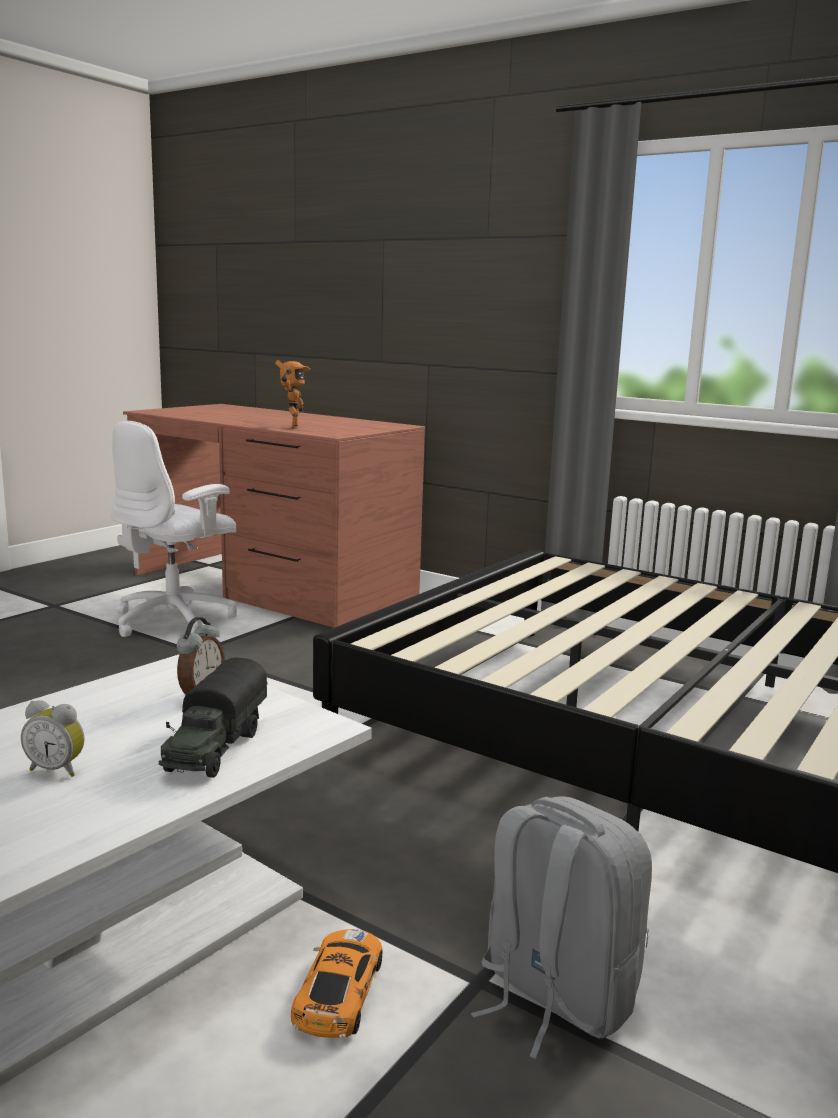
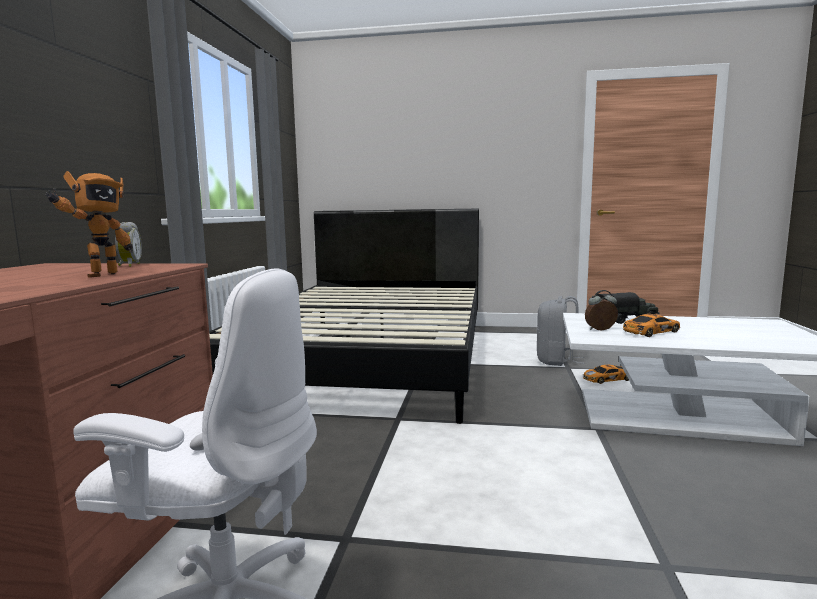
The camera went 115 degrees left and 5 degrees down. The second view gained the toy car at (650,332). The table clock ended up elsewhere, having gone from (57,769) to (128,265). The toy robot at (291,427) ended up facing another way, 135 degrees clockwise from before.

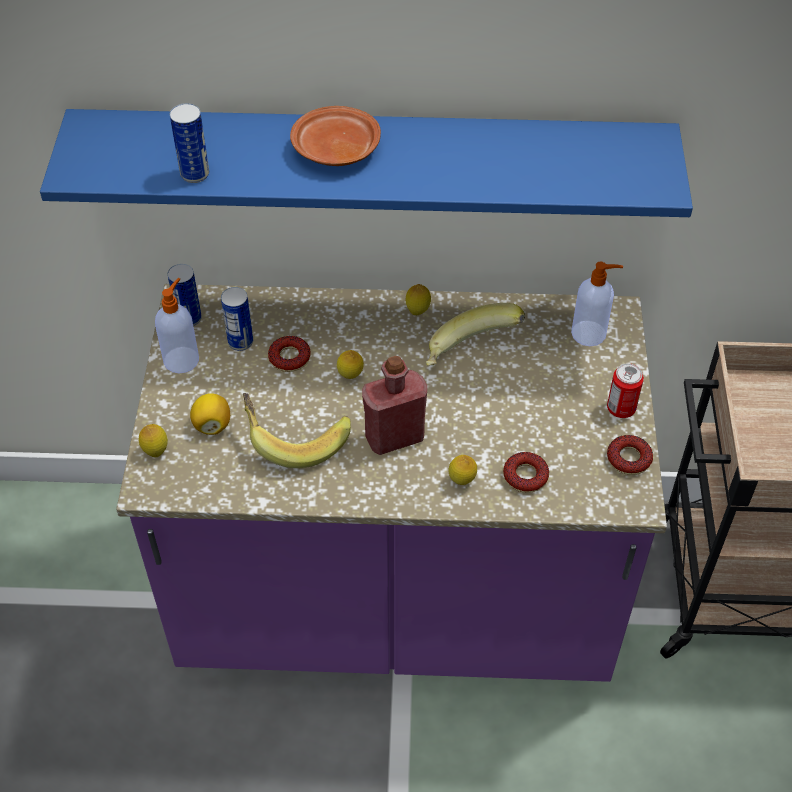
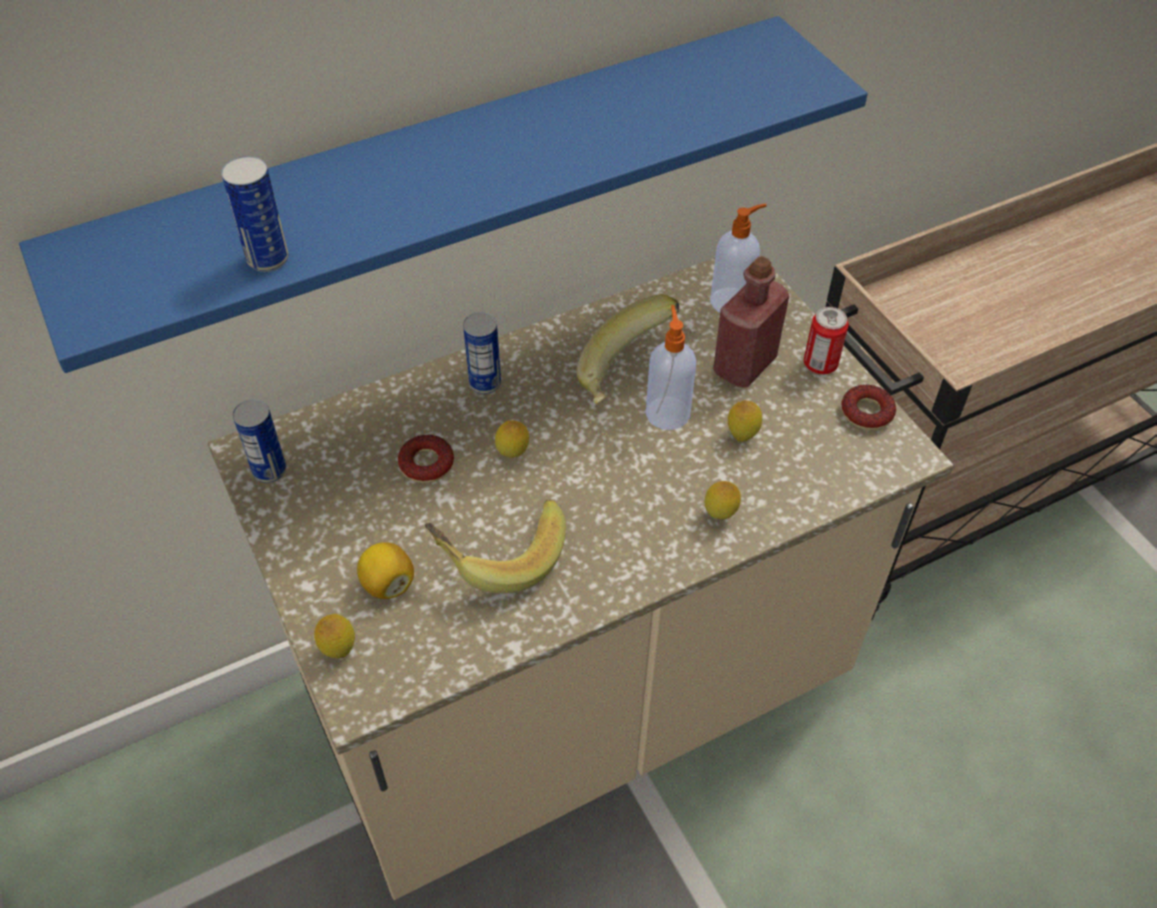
The camera went 30 degrees left and 0 degrees up. The second view lost the dinner plate in brown-coloured at (335,149). The second view lost the donut at (525,476). The soap bottle ended up elsewhere, having gone from (182,359) to (667,412). The can ended up elsewhere, having gone from (240,342) to (485,383). The drink bottle in reddish ended up elsewhere, having gone from (394,437) to (744,365). The citrus fruit ended up elsewhere, having gone from (418,311) to (742,435). What was the counter in purple at (396,599) turned into the counter in beige at (577,695).

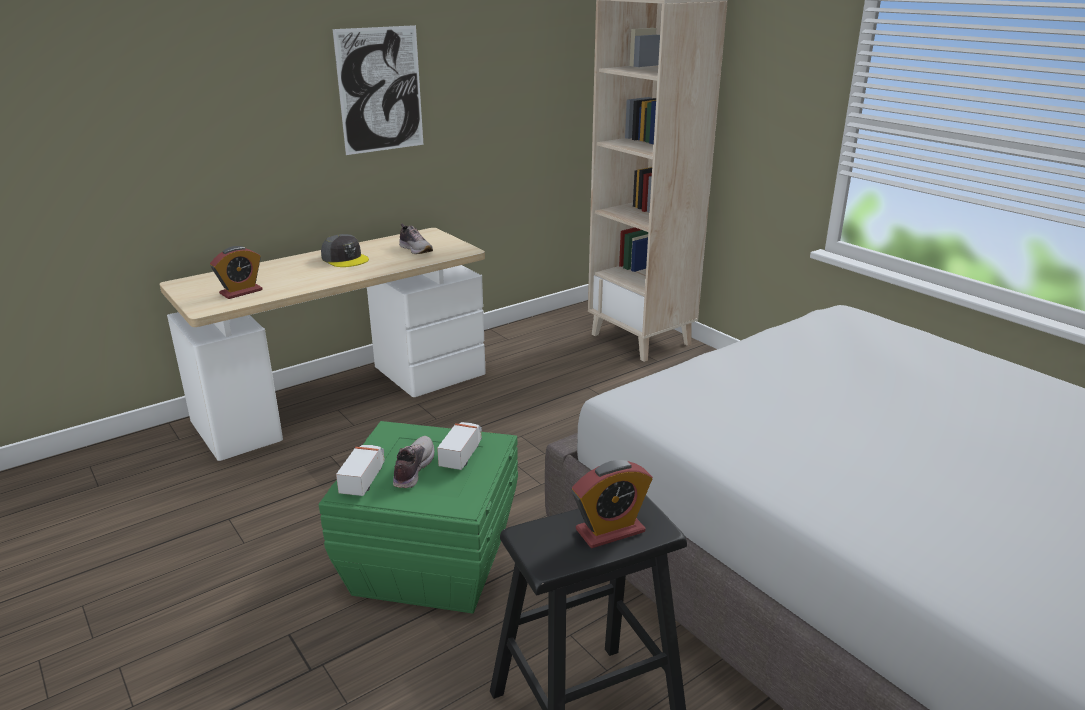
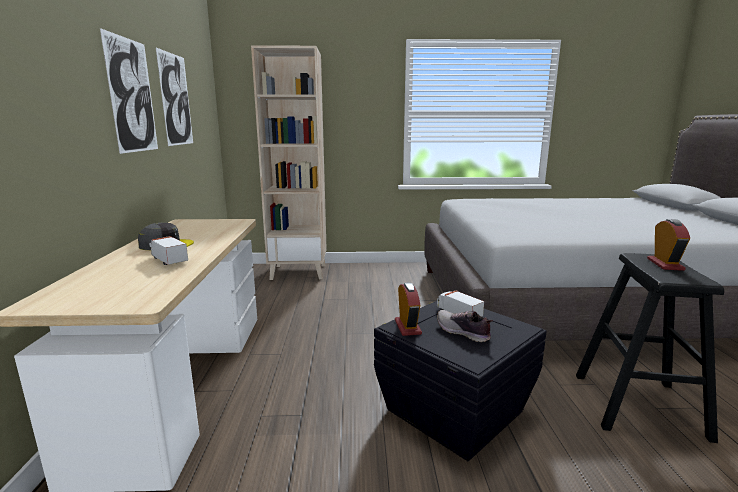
The camera went 55 degrees left and 10 degrees down. The second view lost the shoe at (416,250). The second view gained the wall art at (176,100). The table clock ended up elsewhere, having gone from (241,292) to (407,327). The model truck ended up elsewhere, having gone from (363,479) to (169,260). What was the storage box in greenish at (430,561) turned into the storage box in black at (453,410).

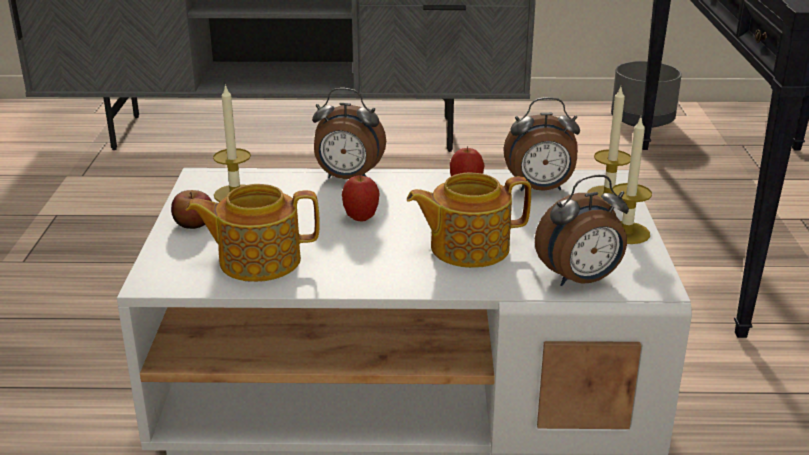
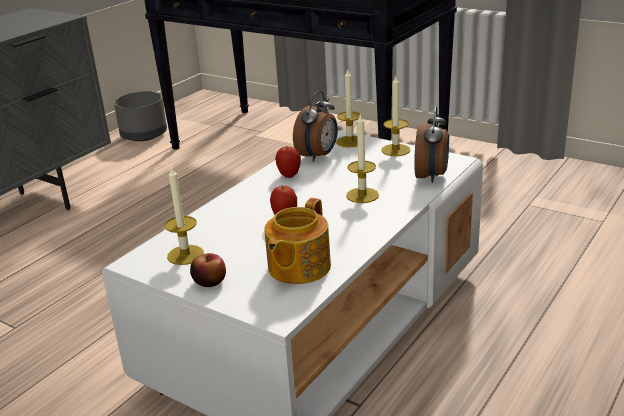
The camera went 55 degrees left and 0 degrees up. The second view lost the table clock at (348,178). Where the tea pot stood at (467,248), the candle came to stand at (362,195).

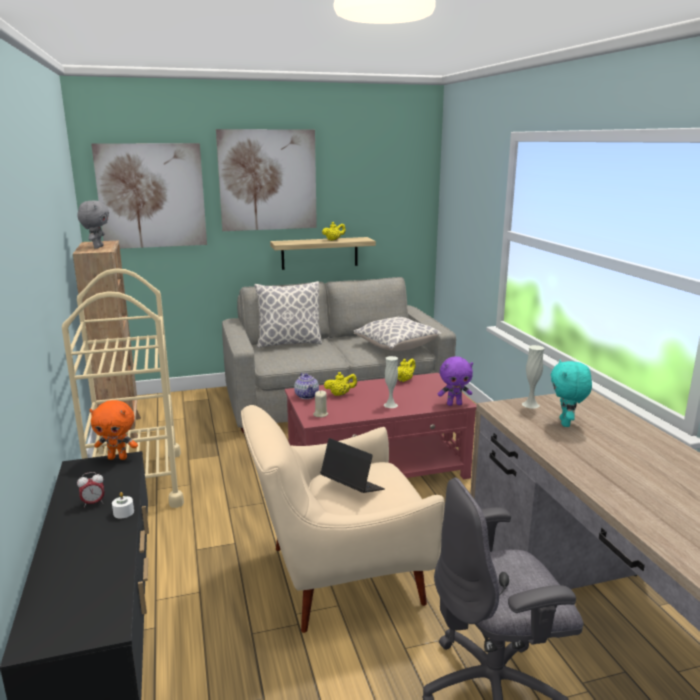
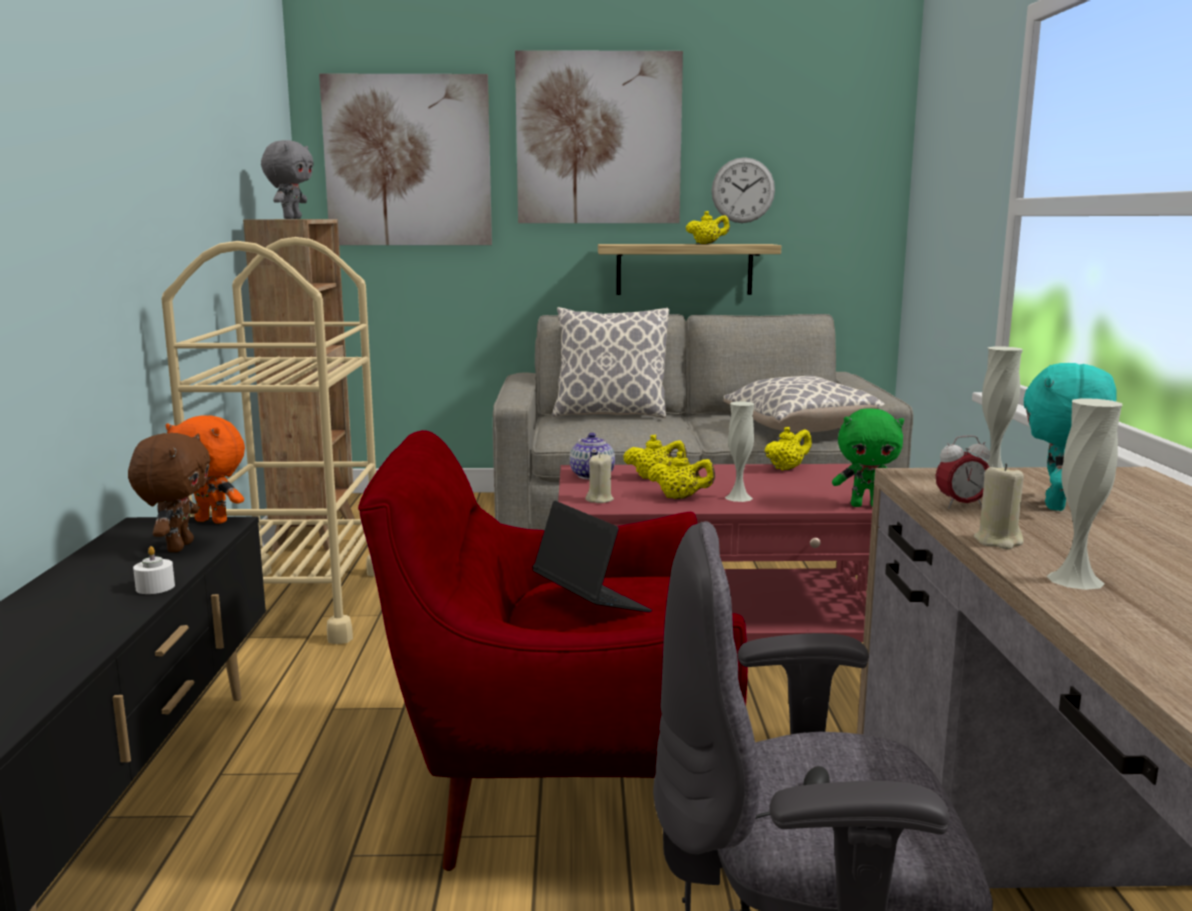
The camera went 15 degrees right and 5 degrees down. The second view gained the plush toy in brown-coloured at (178,547). The second view gained the tea pot in yellowish at (680,498). The second view gained the hanging clock at (743,190). The second view gained the candle in beige at (998,541). The second view gained the flower vase in whitish at (1075,580). The table clock ended up elsewhere, having gone from (93,503) to (961,506). What was the armchair in beige at (337,577) turned into the armchair in reddish at (558,788). What was the plush toy in purple at (454,404) turned into the plush toy in greenish at (866,505).

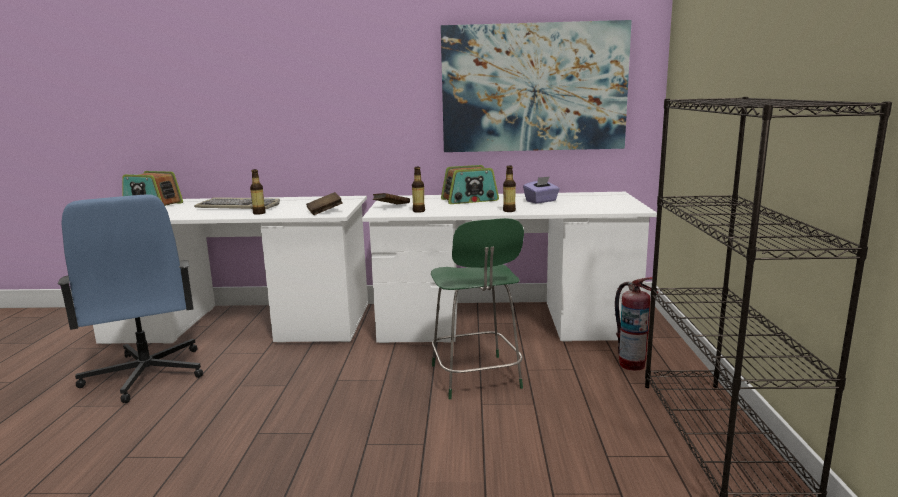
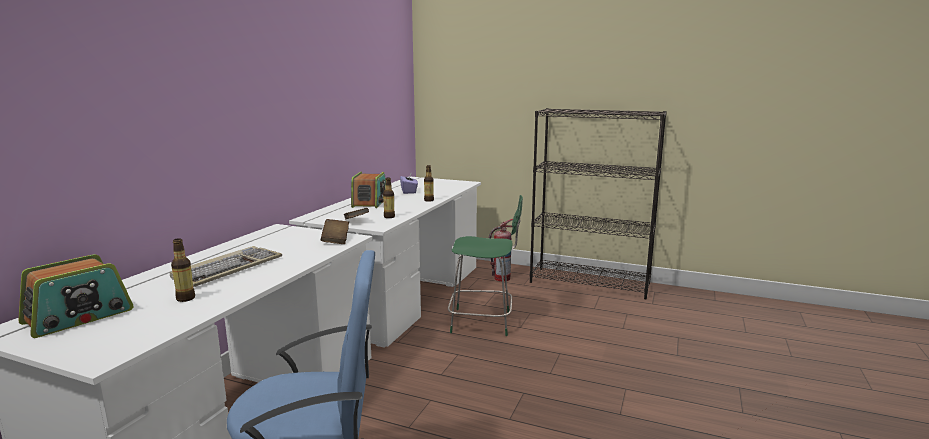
The camera went 70 degrees left and 0 degrees up. The second view lost the wall art at (534,88). The drink bottle ended up elsewhere, having gone from (259,213) to (185,298).

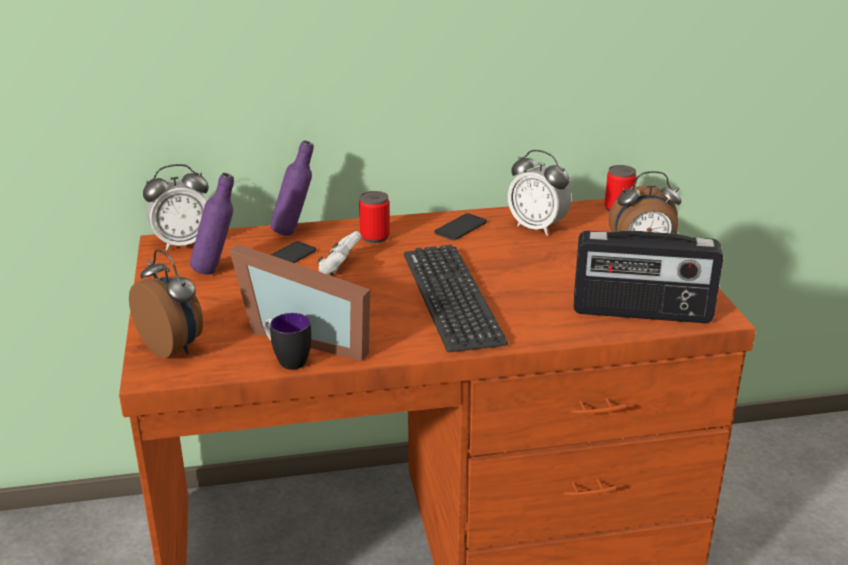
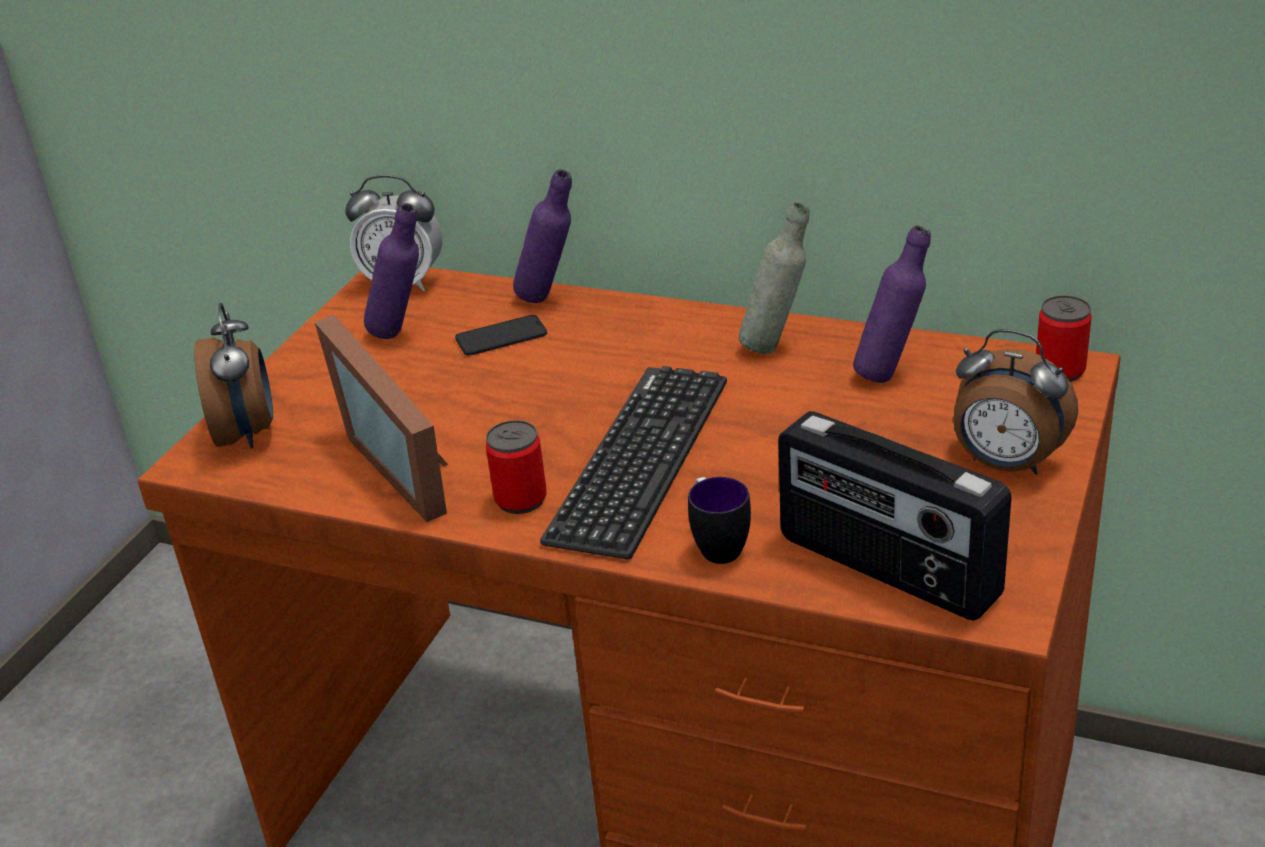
The camera went 35 degrees right and 5 degrees up. The second view lost the game controller in whitish at (339,268). The tea mug ended up elsewhere, having gone from (287,360) to (717,545). The can ended up elsewhere, having gone from (375,237) to (521,499). Where the phone stood at (460,227), the drink bottle in gray came to stand at (775,346). Where the table clock stood at (537,227), the drink bottle in purple came to stand at (890,373).

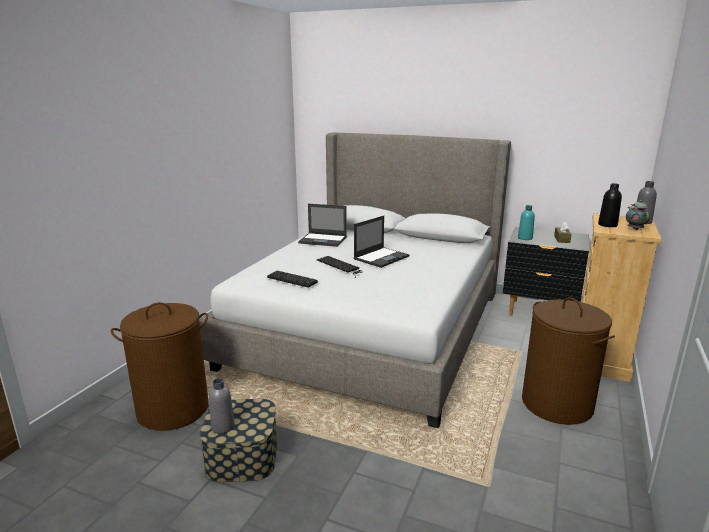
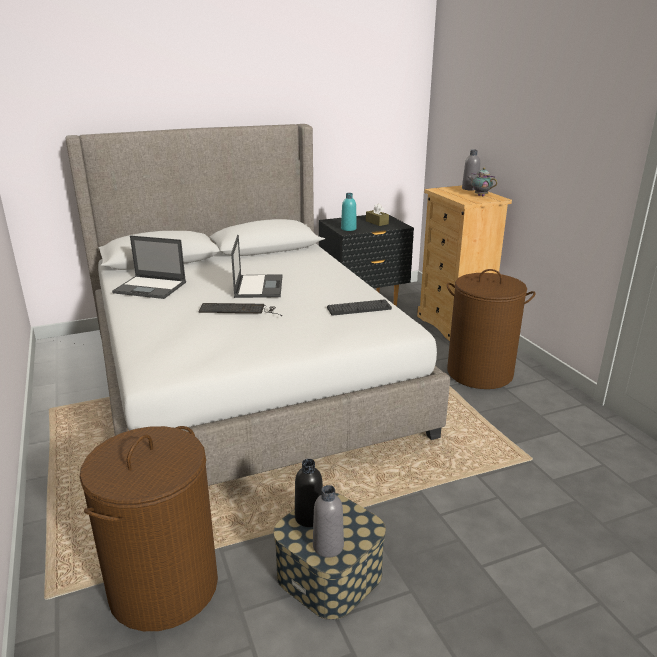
The camera went 45 degrees left and 5 degrees up. The keyboard ended up elsewhere, having gone from (292,279) to (359,308). The drink bottle in black ended up elsewhere, having gone from (607,225) to (309,517). The notebook computer at (323,240) ended up facing another way, 45 degrees clockwise from before.

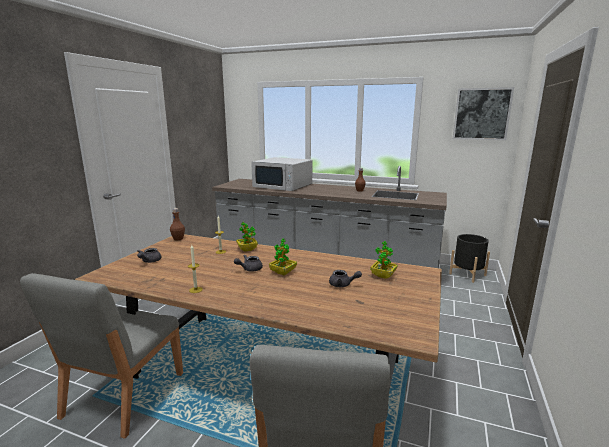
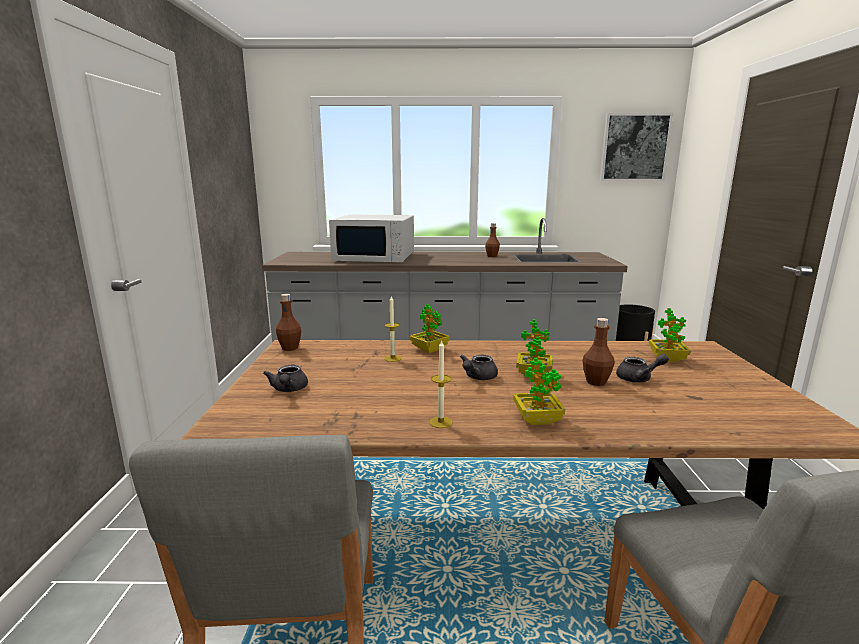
The camera went 20 degrees left and 0 degrees up. The second view gained the plant in a pot at (537,420). The second view gained the drink bottle in brown-coloured at (596,382).

